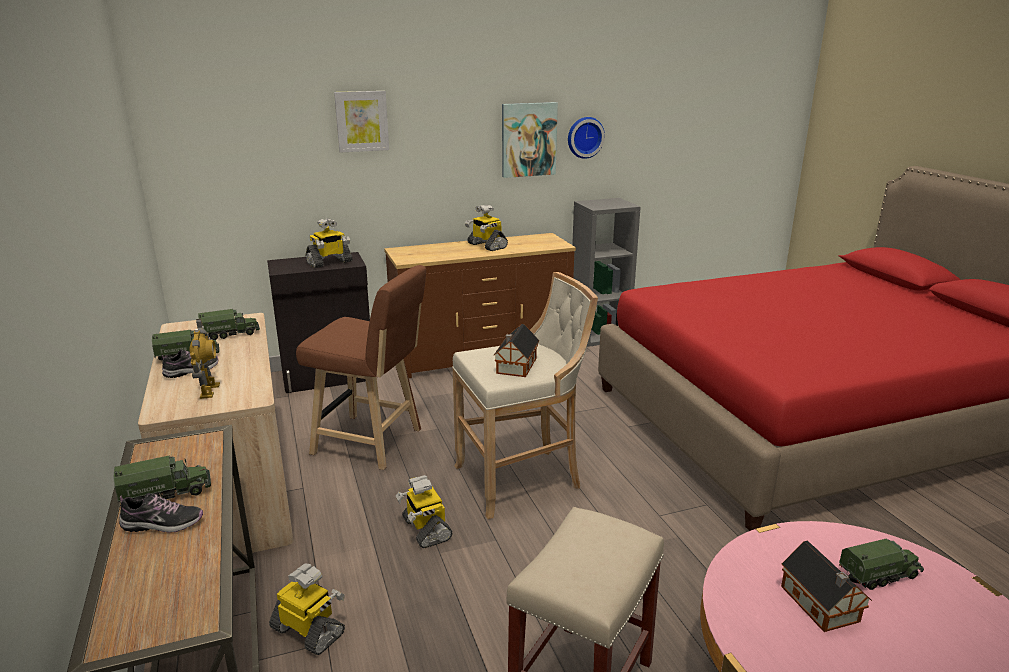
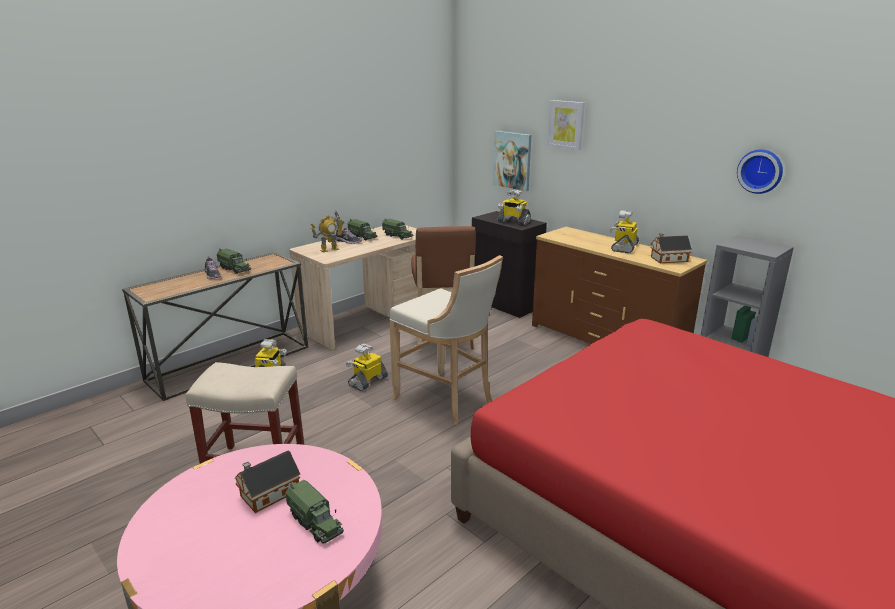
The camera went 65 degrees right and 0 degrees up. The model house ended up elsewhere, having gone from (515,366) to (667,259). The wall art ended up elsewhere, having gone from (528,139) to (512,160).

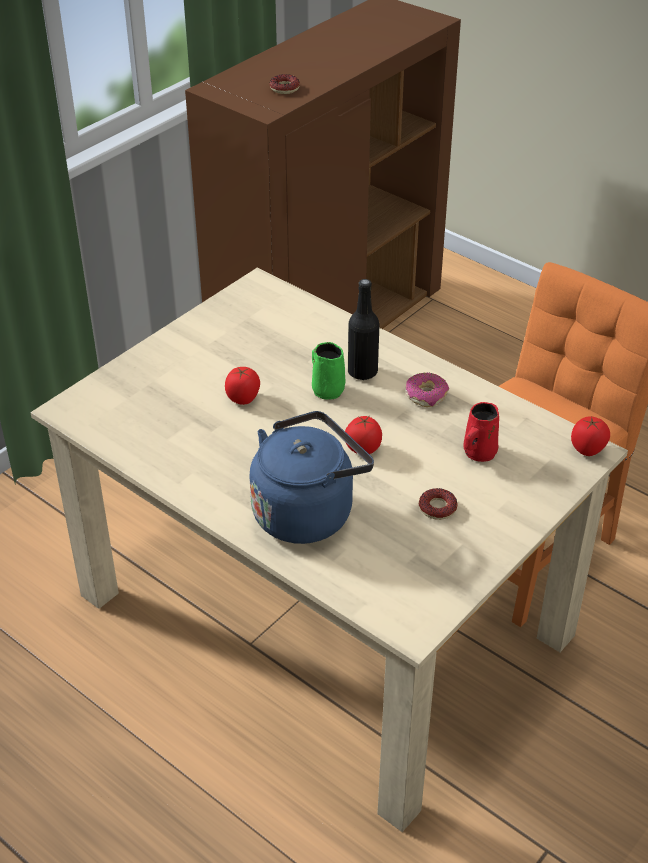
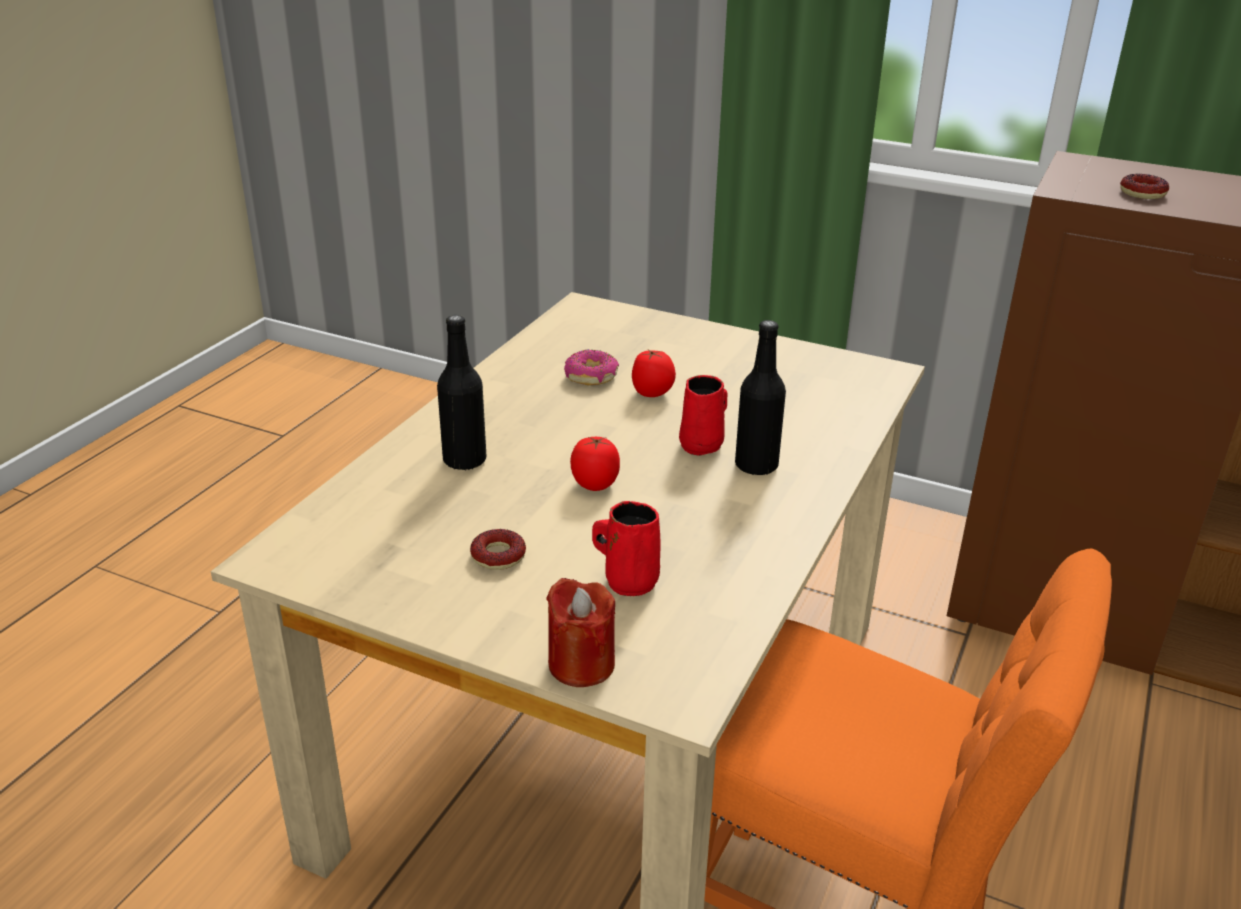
The camera went 75 degrees right and 10 degrees down. The second view lost the fresh tomato at (588,450). The second view gained the candle in reddish at (581,664). The donut ended up elsewhere, having gone from (426,395) to (591,376). Where the kettle in bluish stood at (307,511), the drink bottle in black came to stand at (464,460). What was the tea mug in greenish at (327,389) turned into the tea mug in reddish at (703,444).

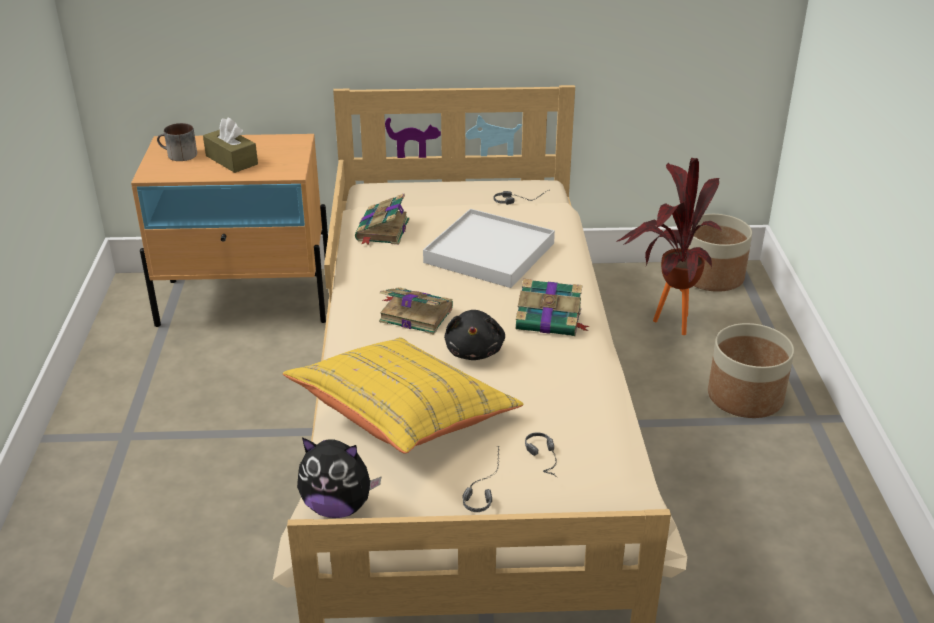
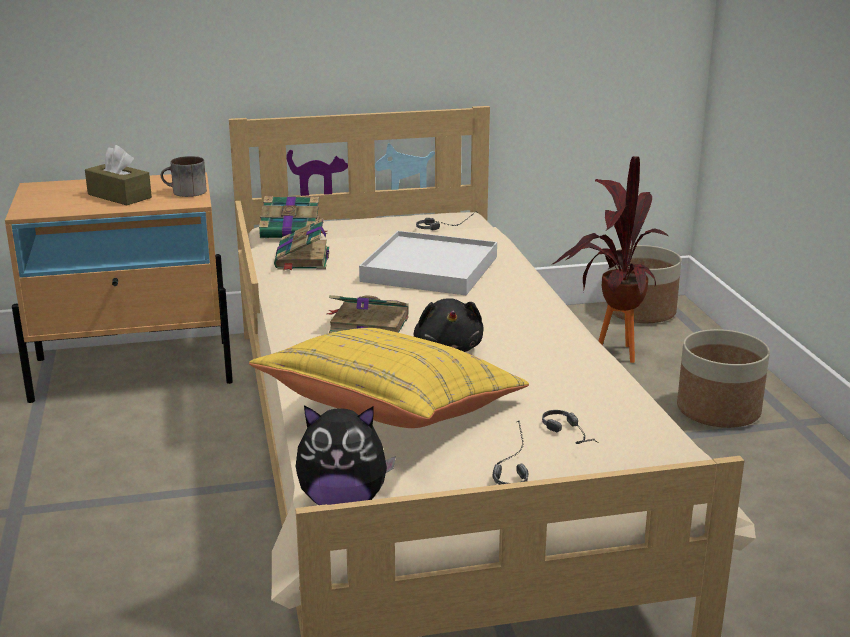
The camera went 10 degrees left and 10 degrees down. The tea mug ended up elsewhere, having gone from (178,155) to (185,192). The book ended up elsewhere, having gone from (550,320) to (292,231).

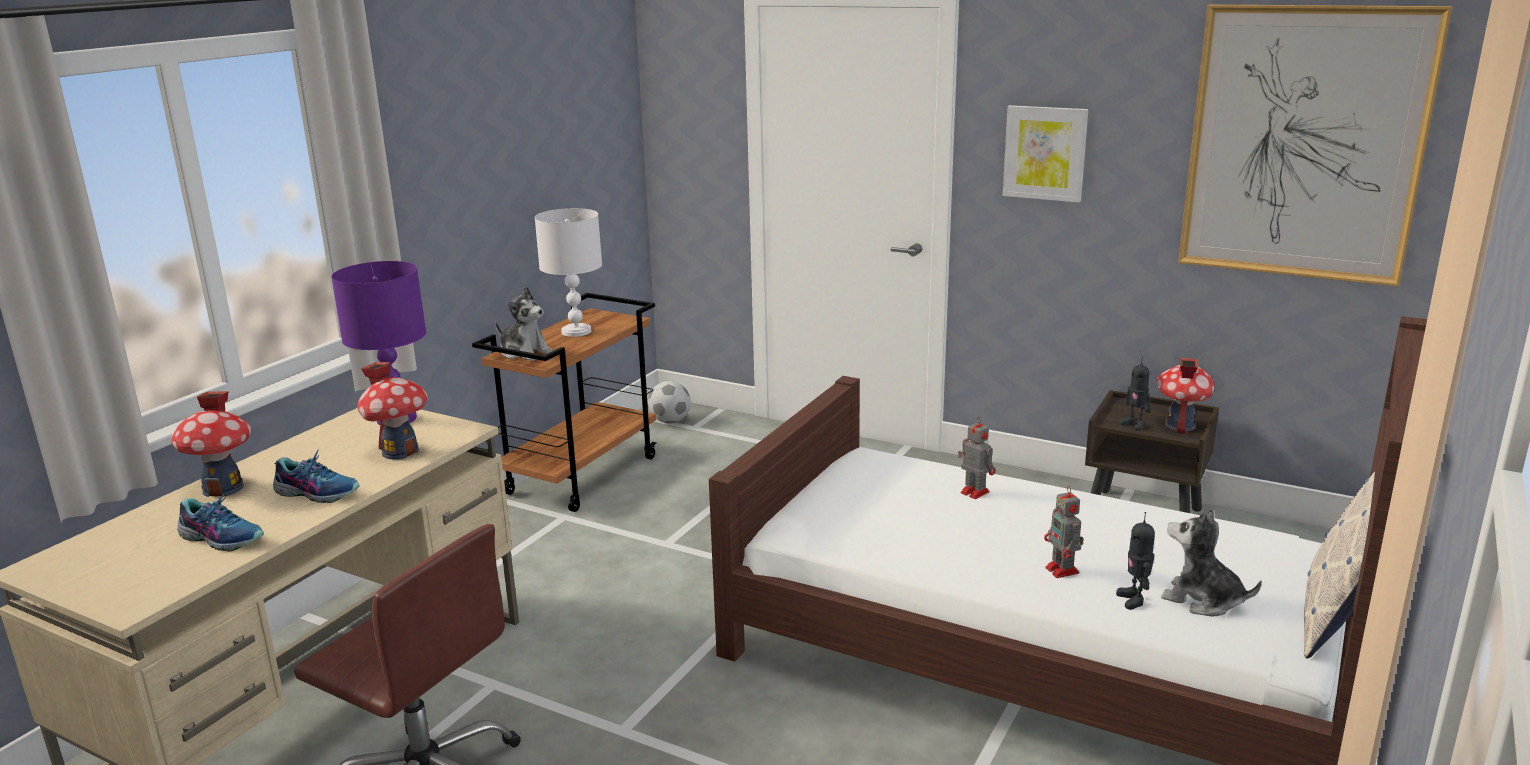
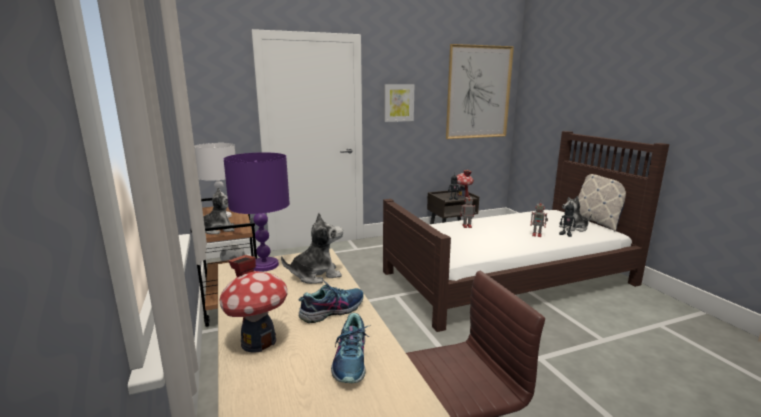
The camera went 50 degrees left and 5 degrees down. Where the model house stood at (400,451), the plush toy came to stand at (316,275). The shoe at (222,538) ended up facing another way, 120 degrees clockwise from before.

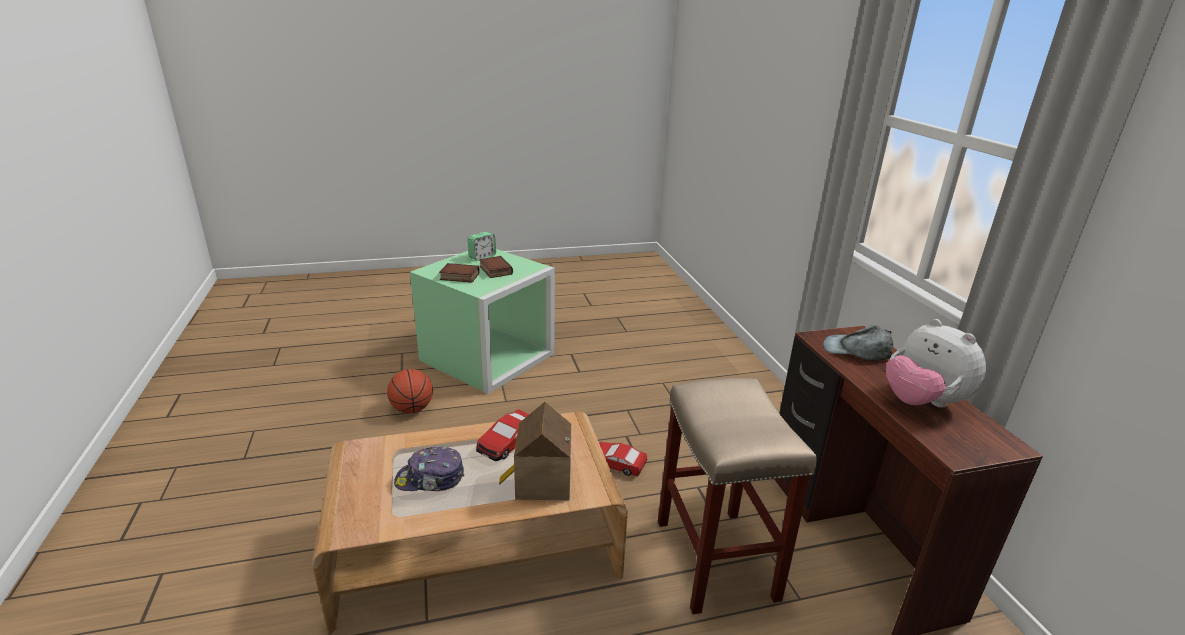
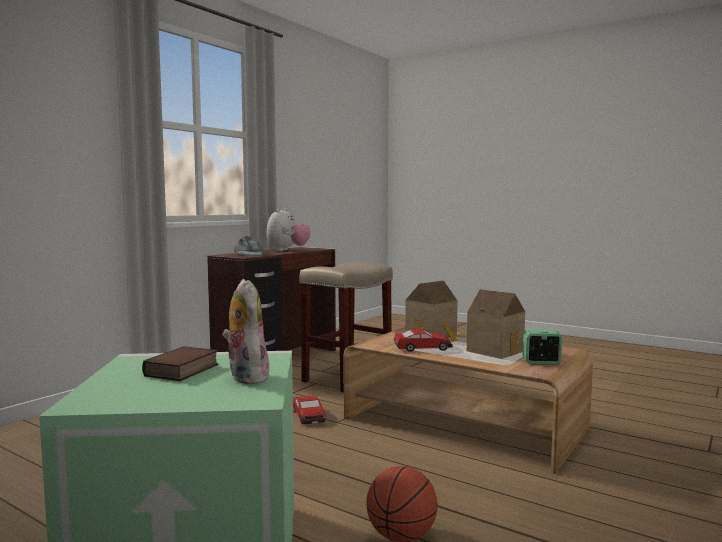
The camera went 130 degrees left and 20 degrees down. The table clock ended up elsewhere, having gone from (482,257) to (541,362). Where the baseball cap stood at (430,479), the model house came to stand at (496,350). Where the book stood at (459,277), the plush toy came to stand at (245,377).

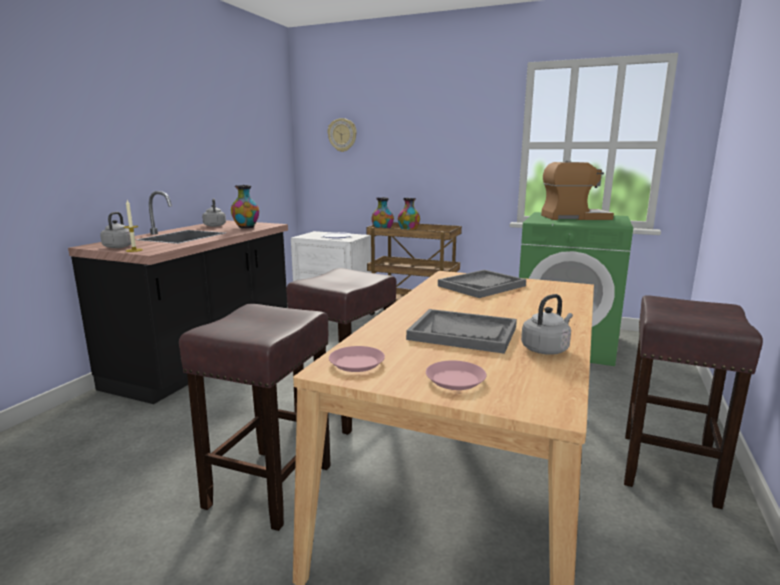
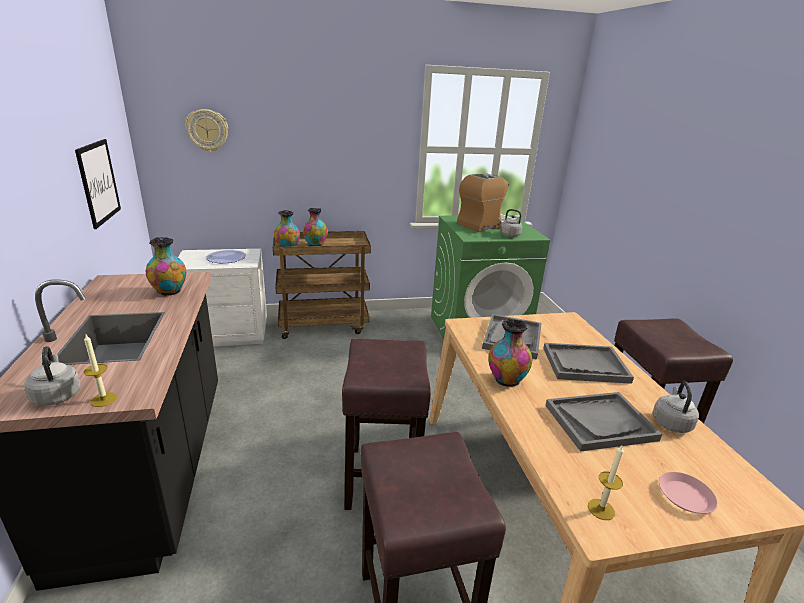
The camera went 35 degrees left and 10 degrees up. The second view gained the wall art at (98,182). The second view gained the flower vase at (506,380). The second view gained the carrying tray in gray at (585,365). The kettle in gray ended up elsewhere, having gone from (215,225) to (508,235). Where the dinner plate in pink stood at (356,363), the candle came to stand at (601,509).

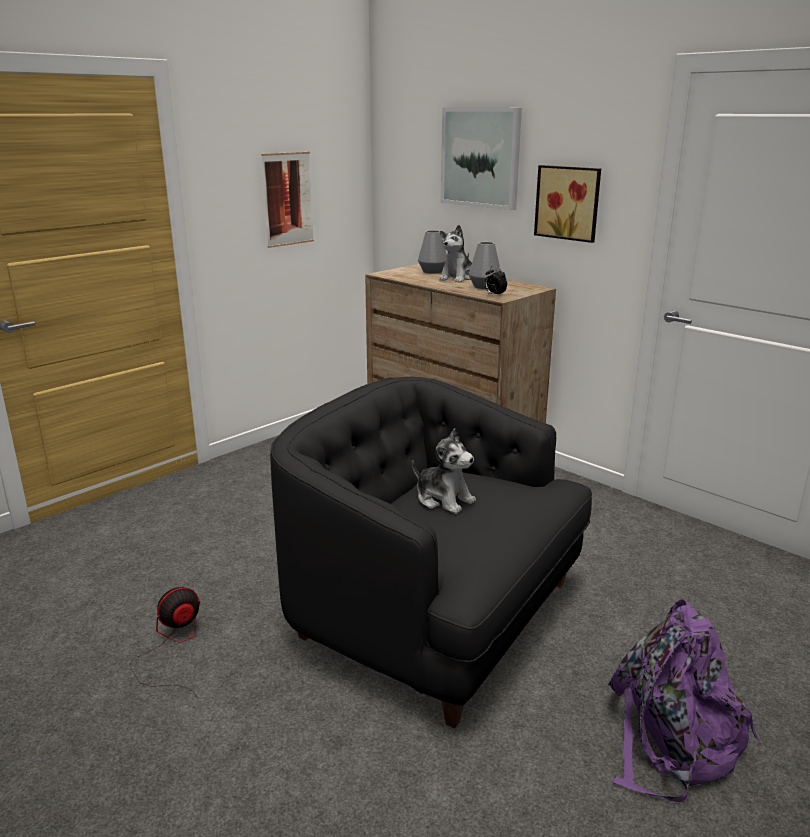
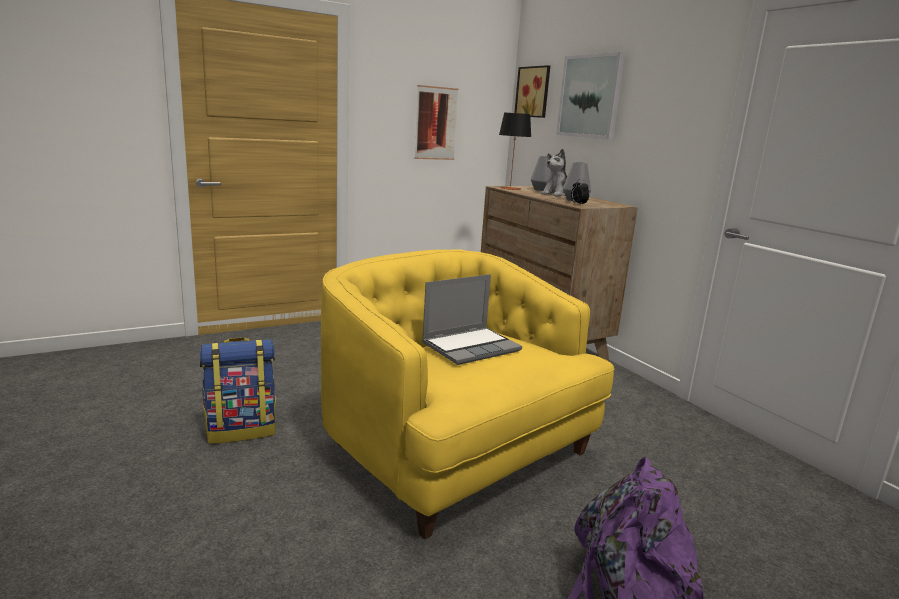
The camera went 15 degrees right and 5 degrees down. The second view gained the table lamp at (510,188). The wall art ended up elsewhere, having gone from (569,203) to (534,92). Where the electric fan stood at (173,646), the knapsack came to stand at (242,430). Where the plush toy stood at (443,499), the notebook computer came to stand at (471,347). What was the armchair in black at (433,615) turned into the armchair in yellowish at (456,452).

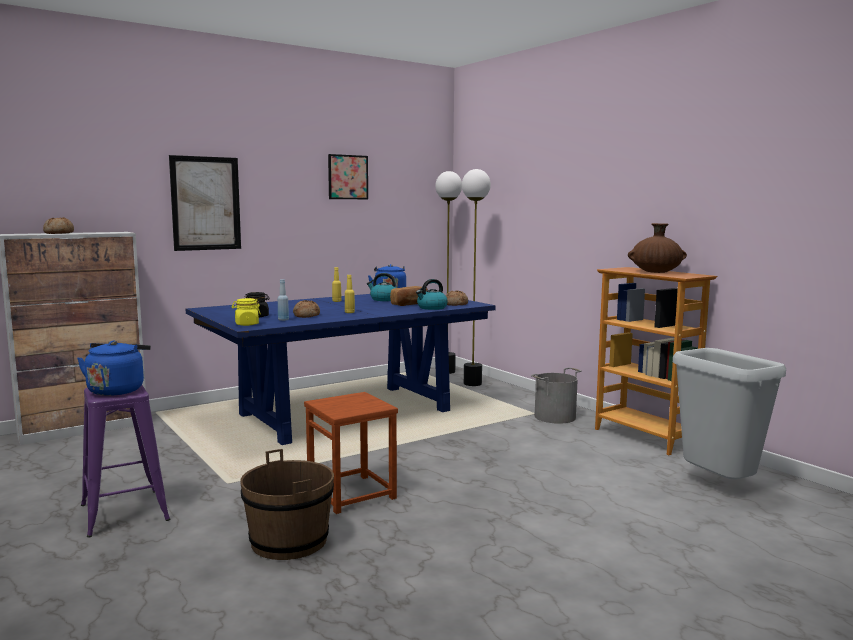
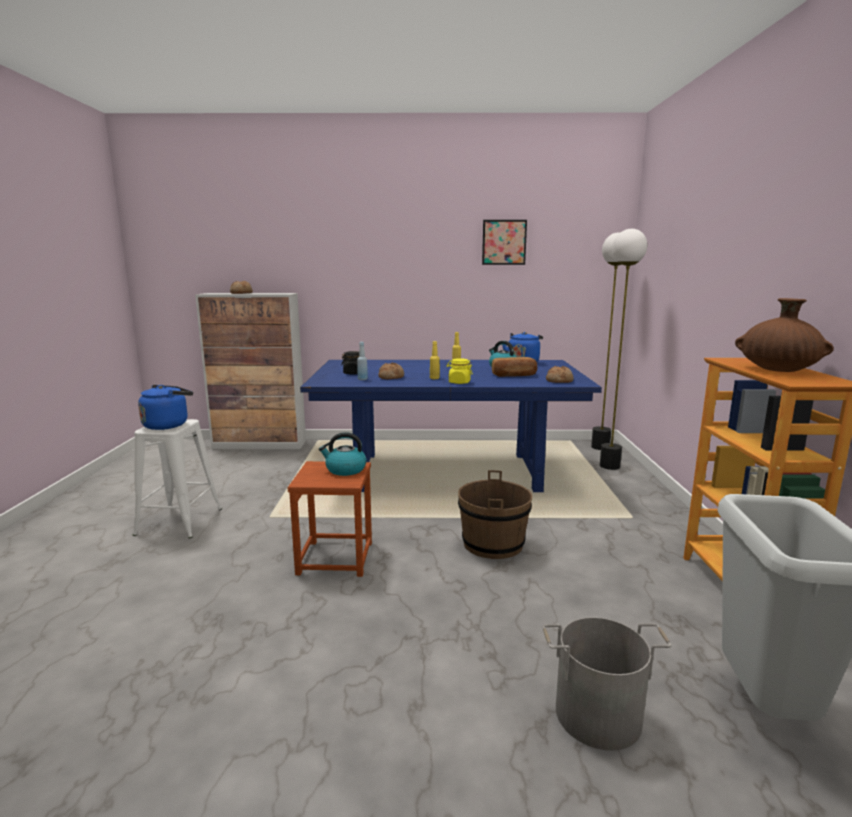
The camera went 35 degrees right and 5 degrees up. The second view lost the wall art at (206,203). The preserve jar in yellowish ended up elsewhere, having gone from (246,324) to (459,382). The pail in brown-coloured ended up elsewhere, having gone from (289,541) to (493,544). The kettle ended up elsewhere, having gone from (431,308) to (345,470). The pail in gray ended up elsewhere, having gone from (554,416) to (597,713). What was the stool seat in purple at (124,513) turned into the stool seat in whitish at (179,522).

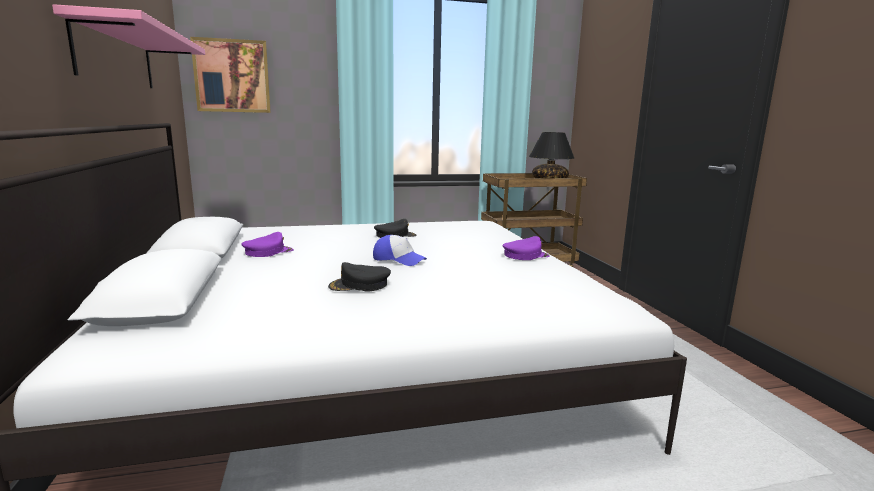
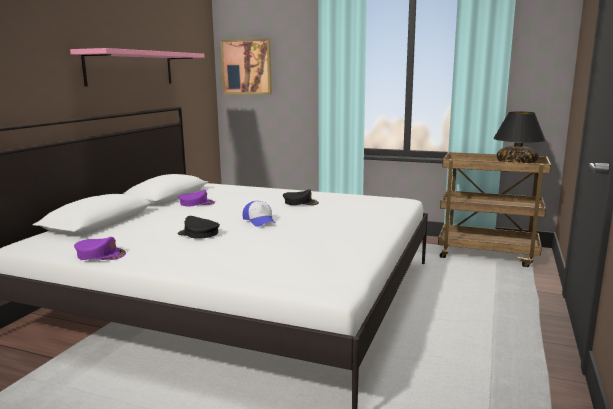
The camera went 35 degrees right and 0 degrees up. The baseball cap in purple ended up elsewhere, having gone from (525,255) to (101,254).

